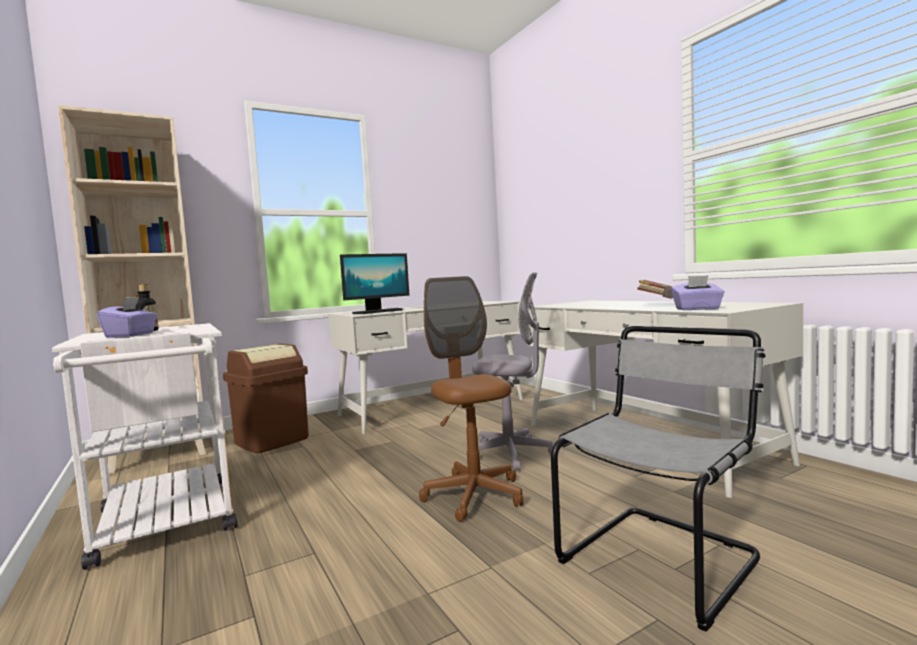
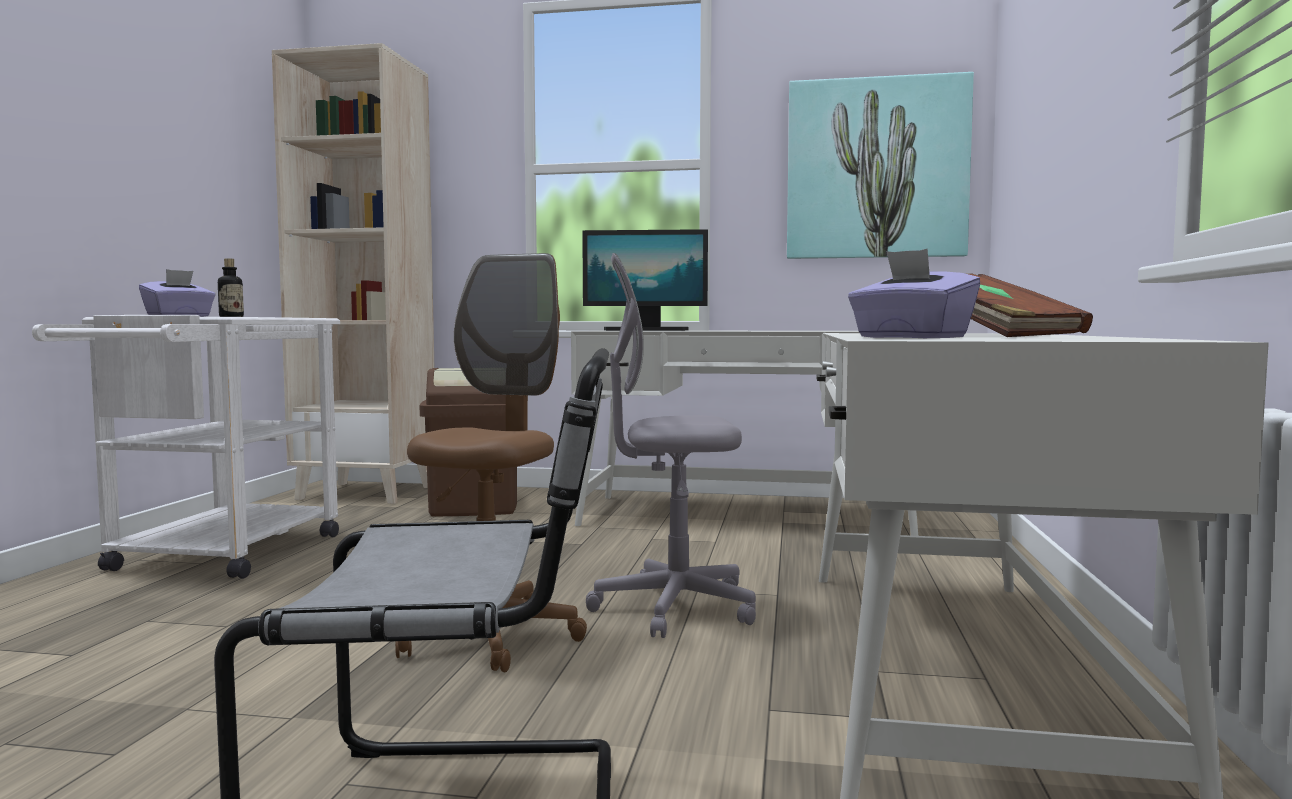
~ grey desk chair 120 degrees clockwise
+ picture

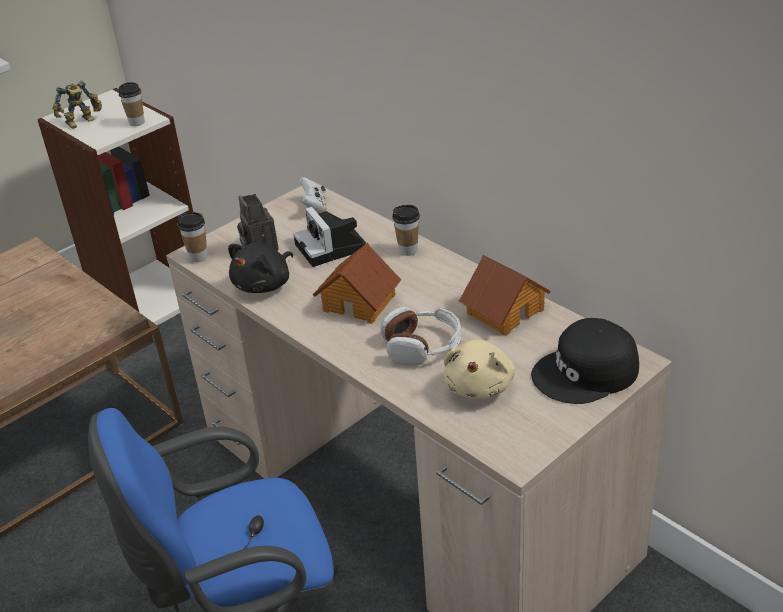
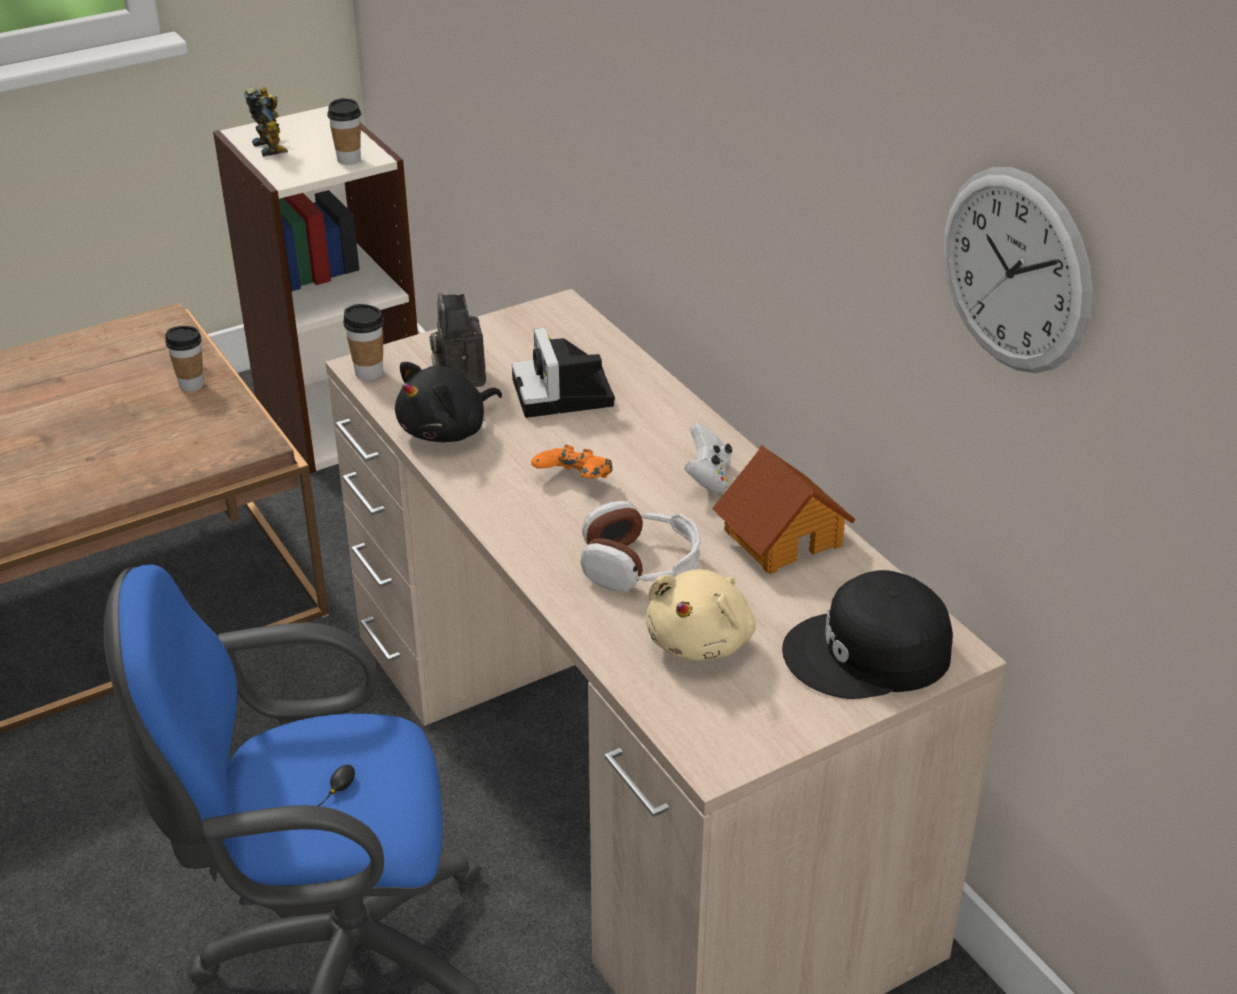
~ cup (no. 3 from left in the first image) to cup (no. 1 from left)
~ toy robot 90 degrees counterclockwise
~ model house (no. 1 from left) to orange game controller
~ whitish game controller
+ hanging clock

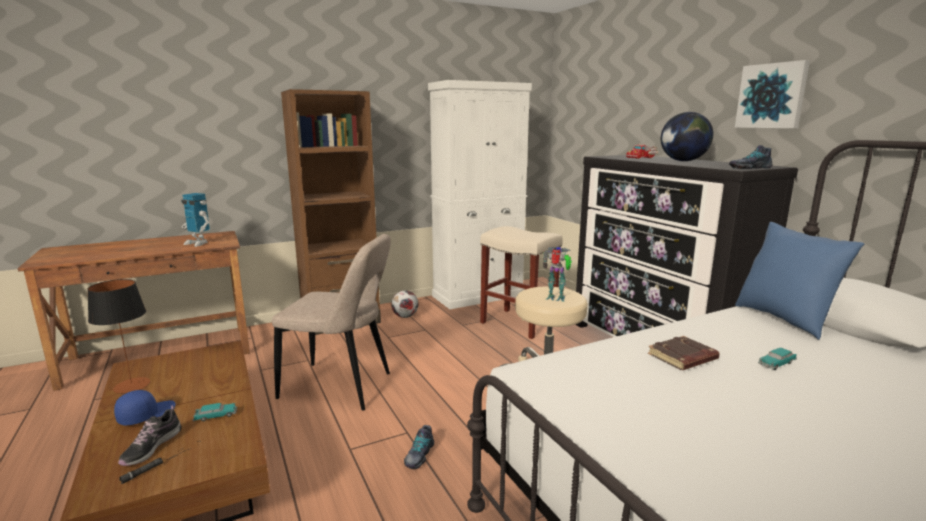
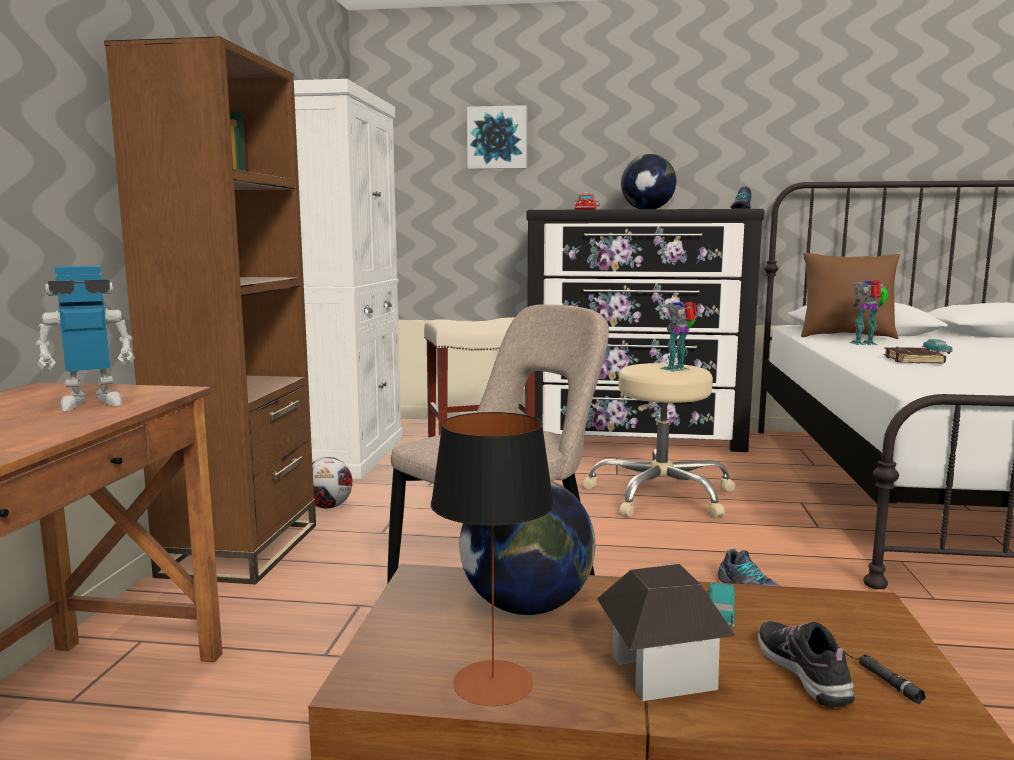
+ world globe (no. 1 from left)
~ picture
~ blue-coloured cap to model house
~ shoe (no. 1 from left in the first image) 150 degrees counterclockwise
~ blue-coloured pillow to brown pillow
+ toy robot (no. 3 from left)

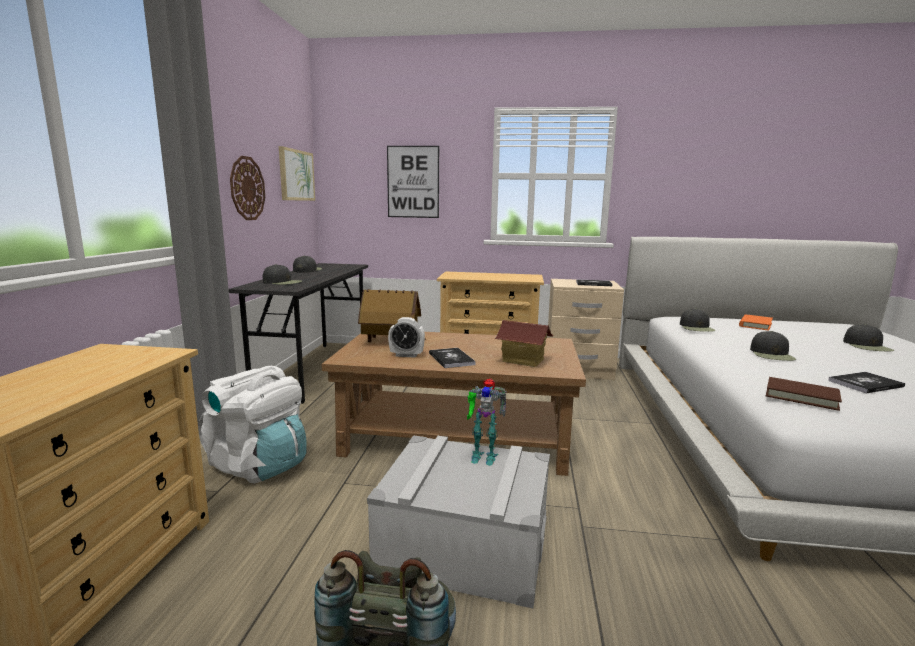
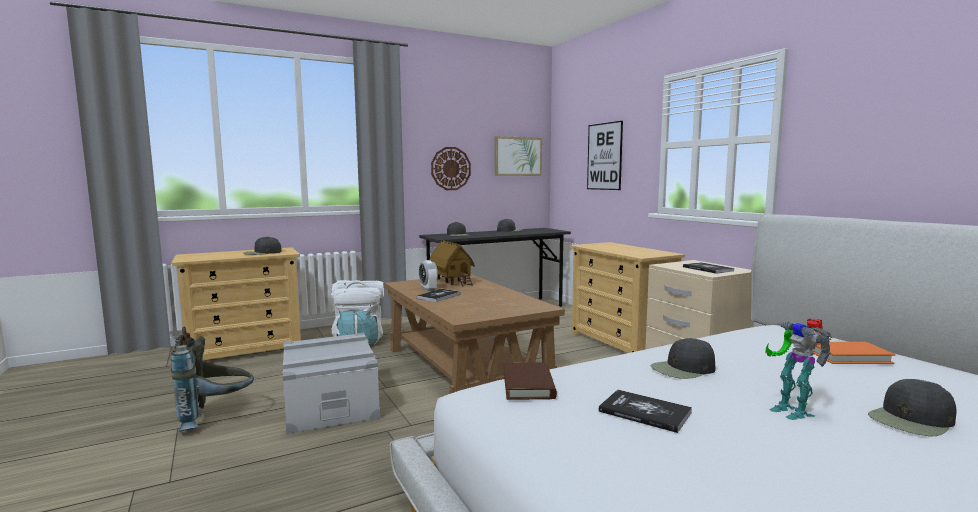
~ blackish cap (no. 3 from left in the first image) to blackish cap (no. 1 from left)
~ toy robot
- model house (no. 2 from left)

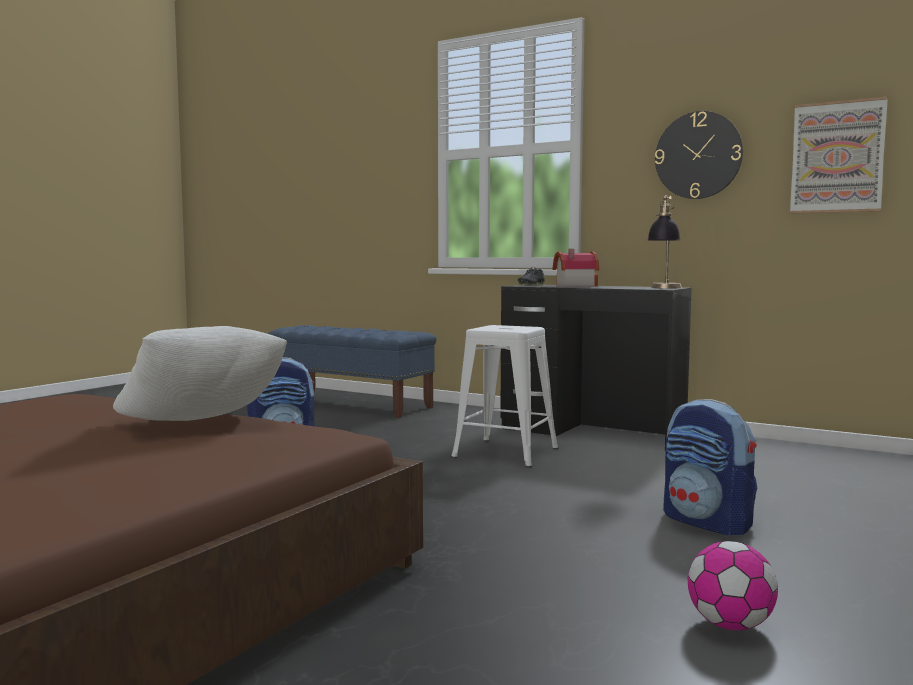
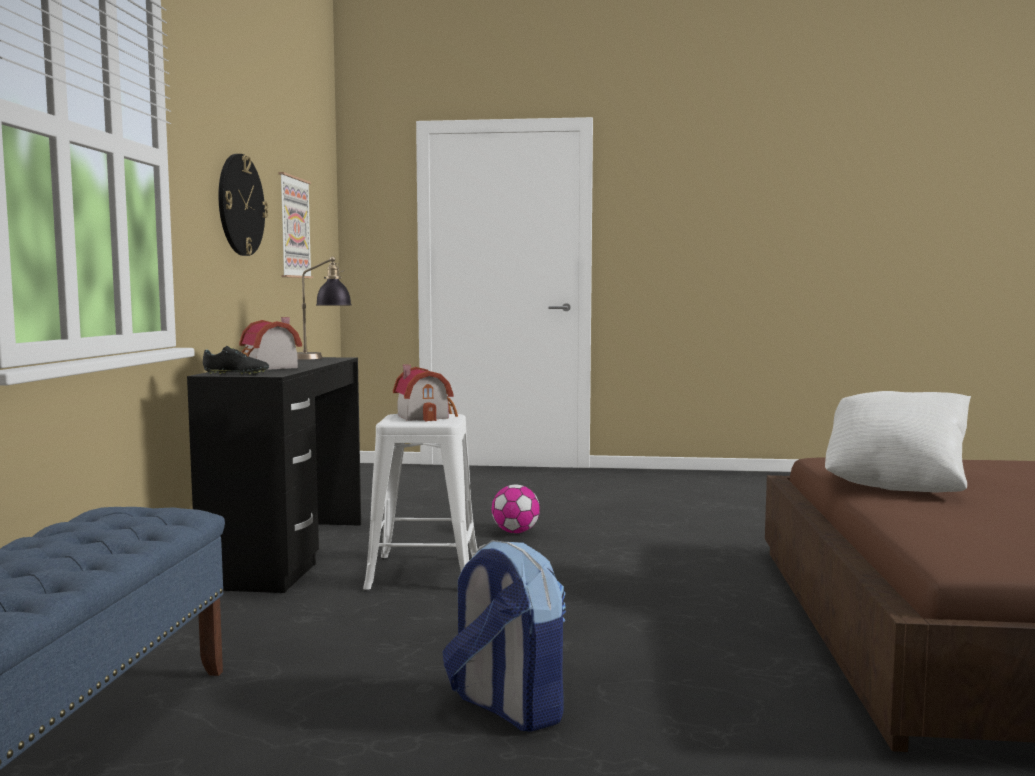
+ model house (no. 2 from left)
~ football ball
- backpack (no. 2 from left)

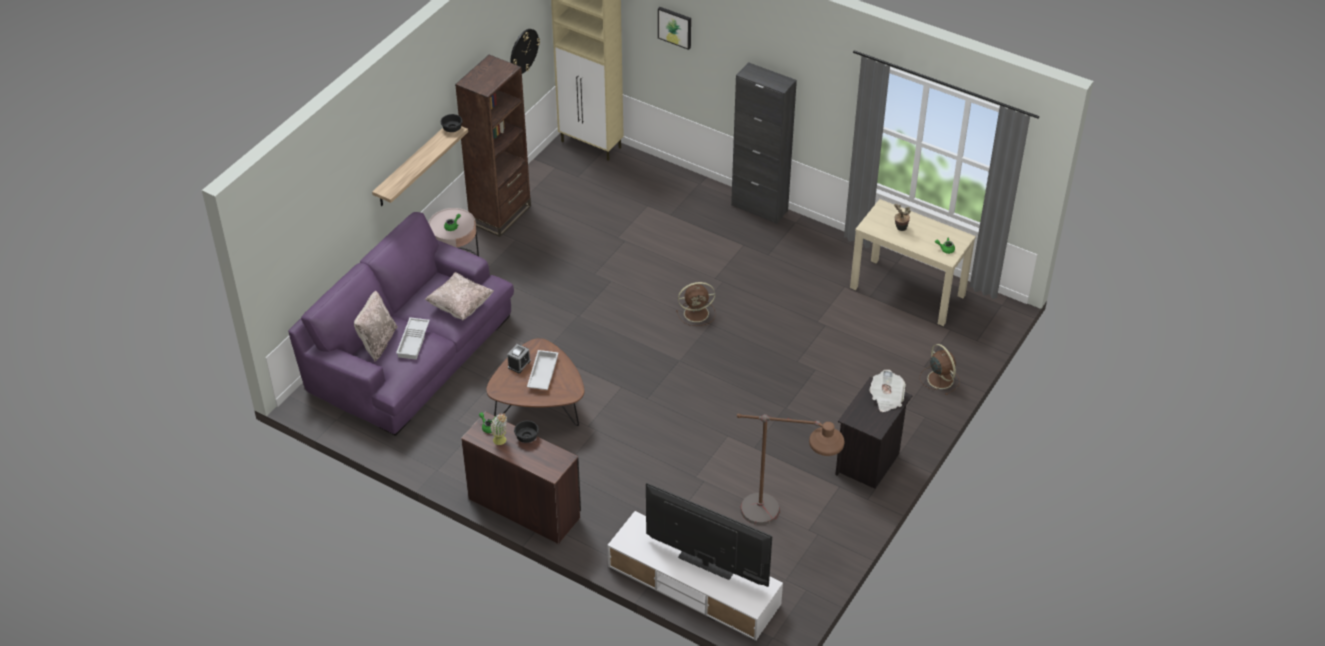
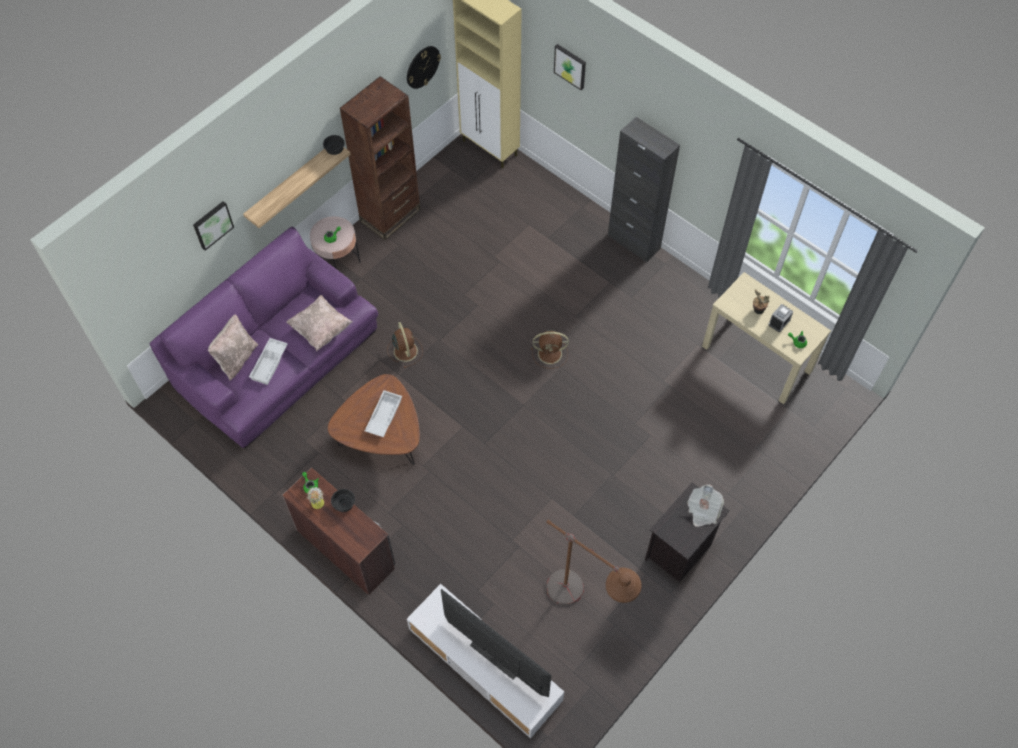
+ picture (no. 1 from left)
~ brown electric fan (no. 2 from left in the first image) to brown electric fan (no. 1 from left)
~ bedside clock

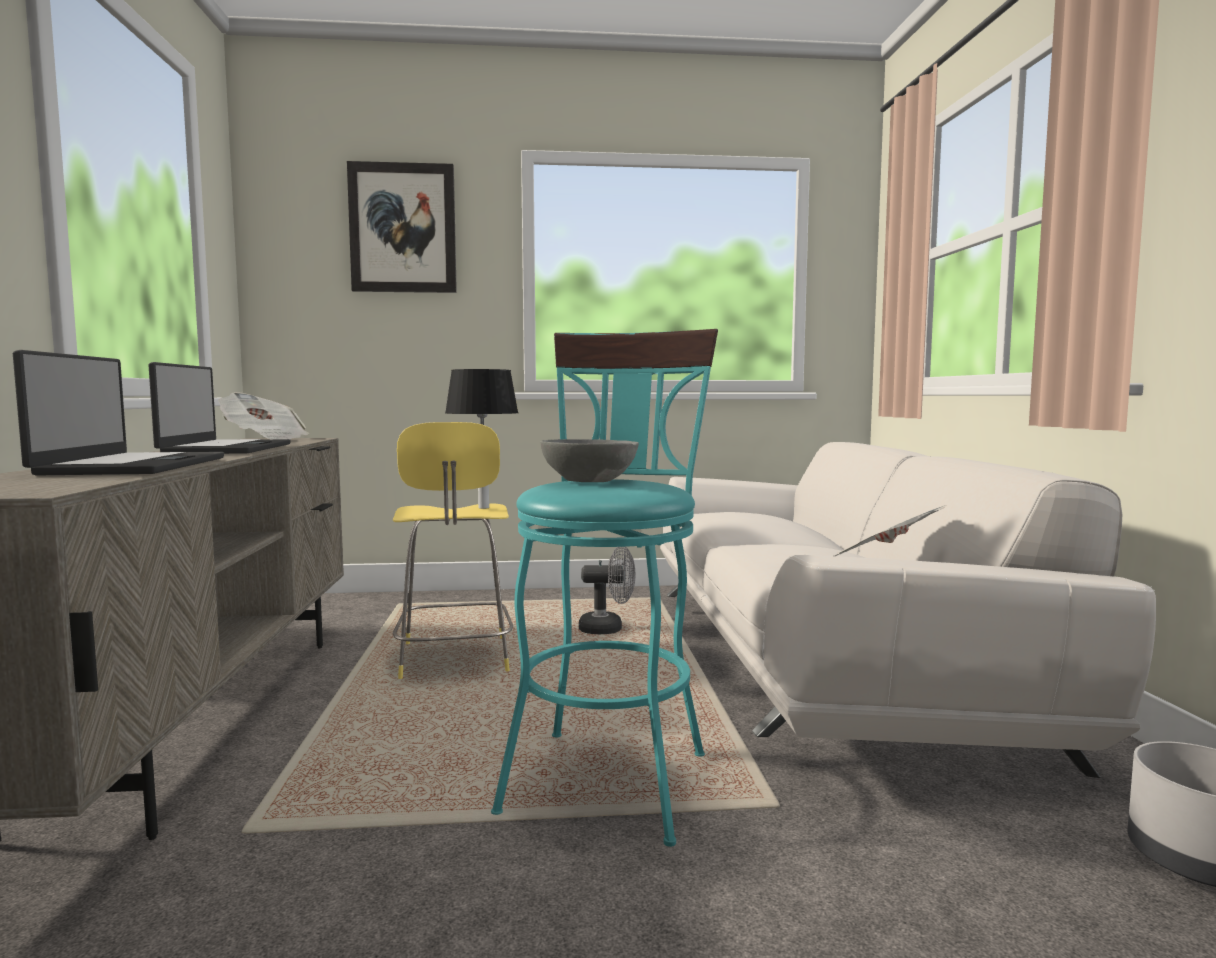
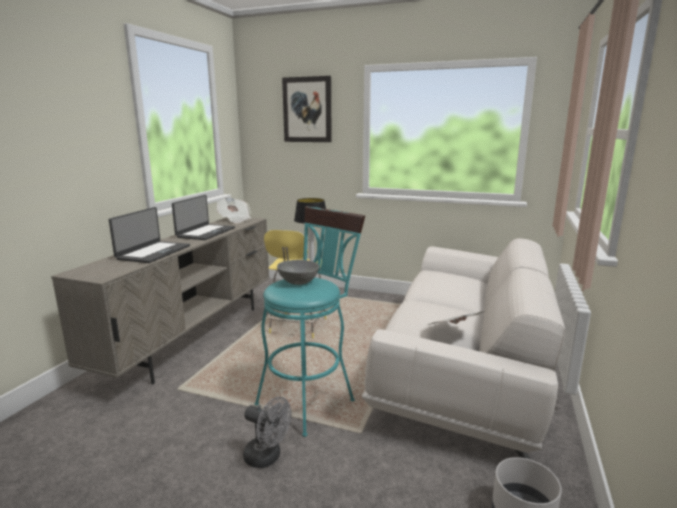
~ grey electric fan

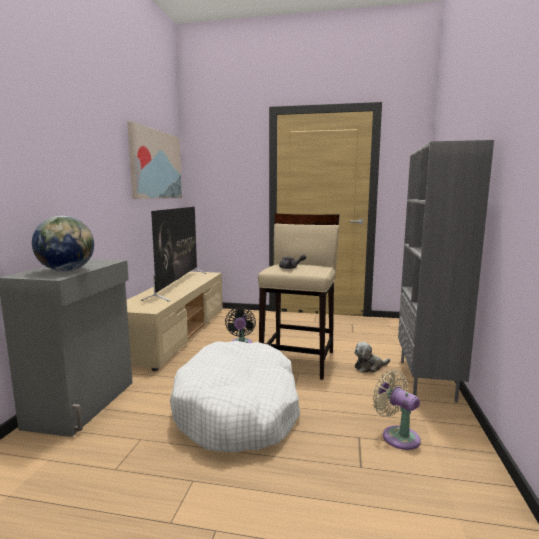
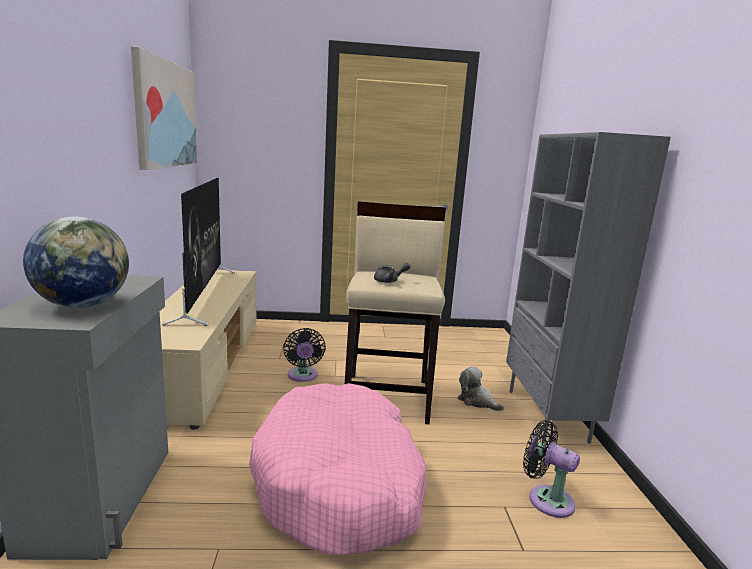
~ whitish dog bed to pink-coloured dog bed
~ plush toy 75 degrees clockwise
~ beige electric fan to blackish electric fan (no. 2 from left)

